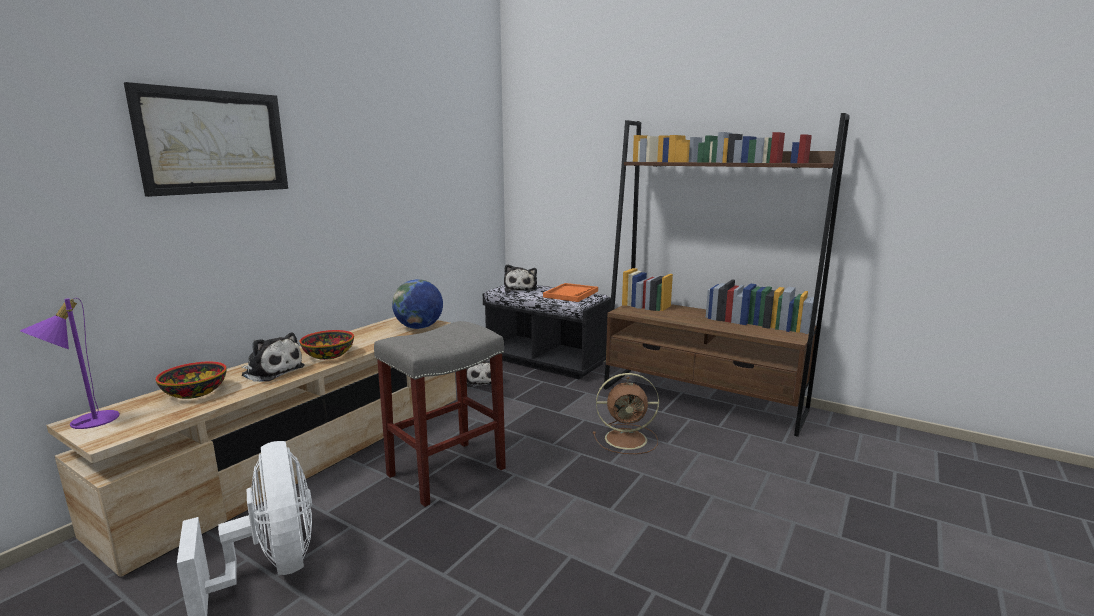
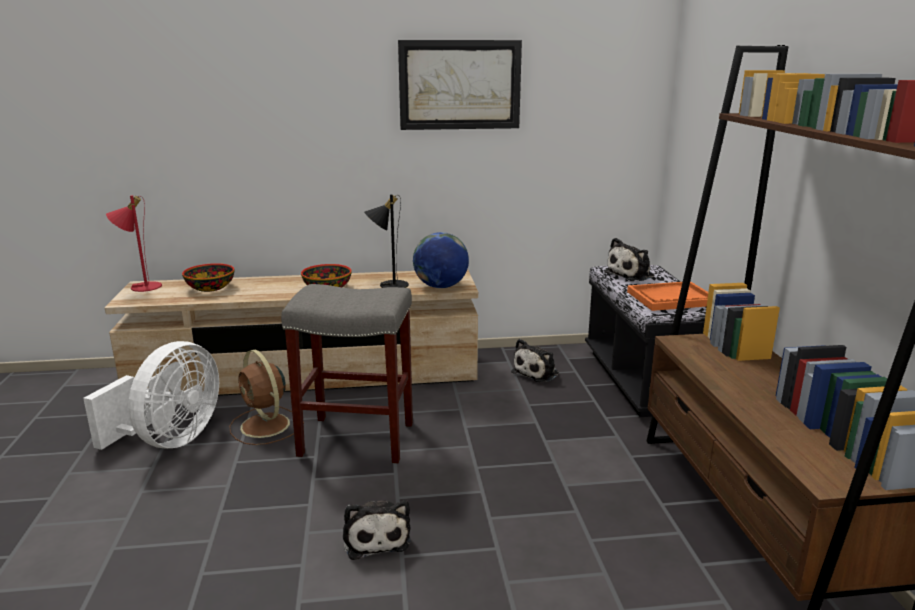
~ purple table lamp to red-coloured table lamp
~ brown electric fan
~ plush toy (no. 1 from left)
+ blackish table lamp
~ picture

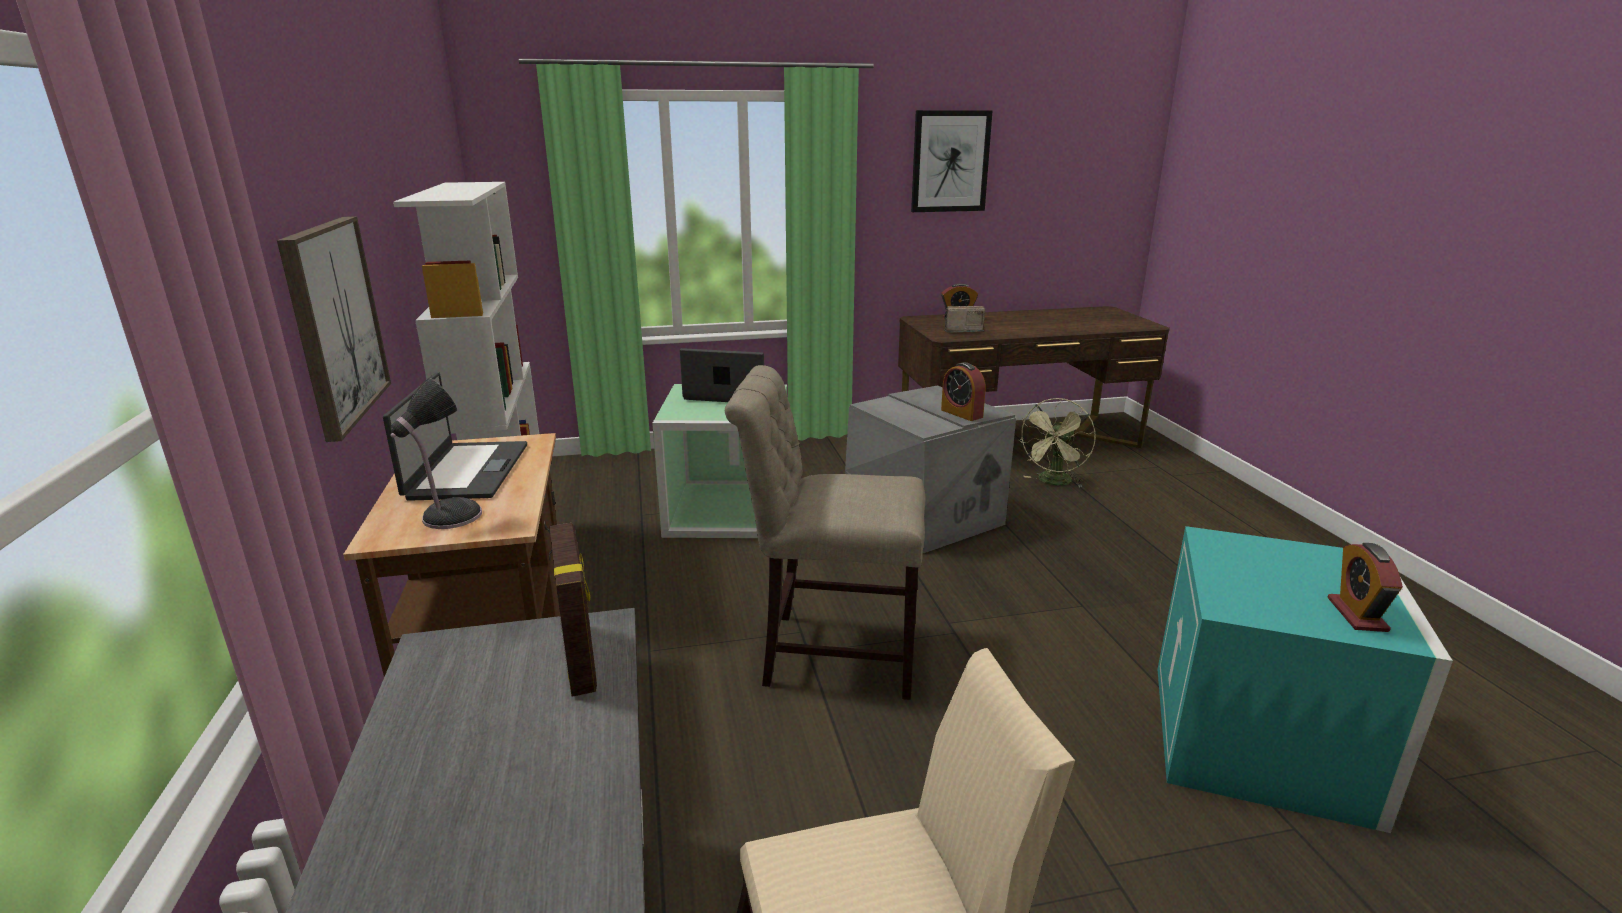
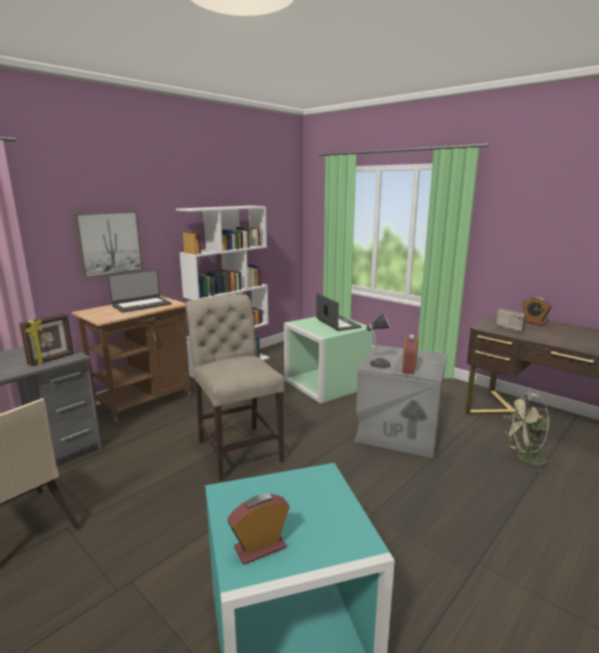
~ table lamp
- picture (no. 2 from left)

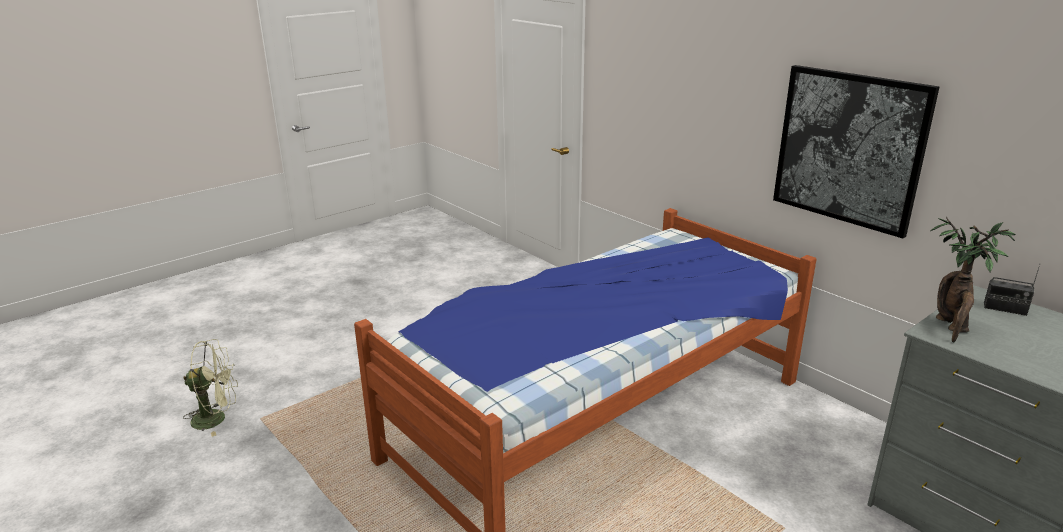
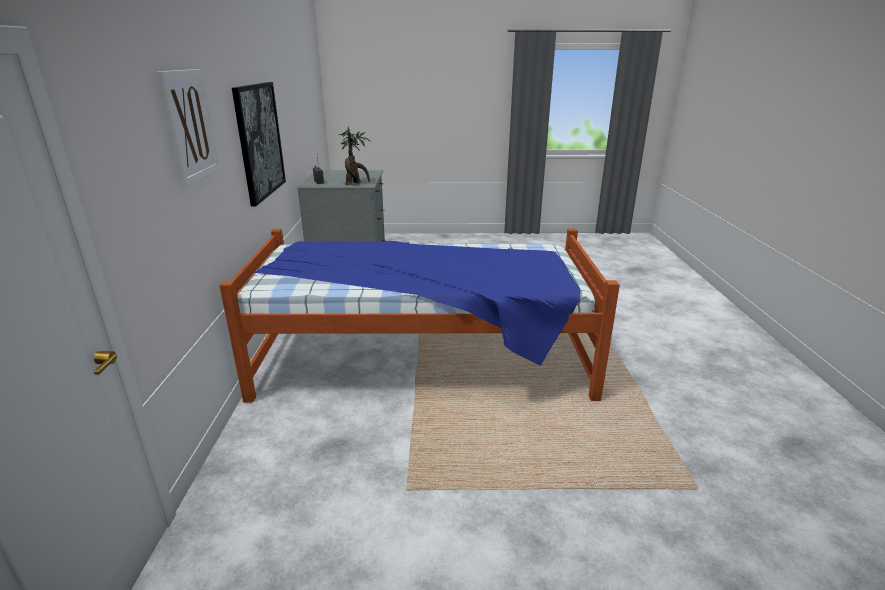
+ picture (no. 1 from left)
- green-coloured electric fan

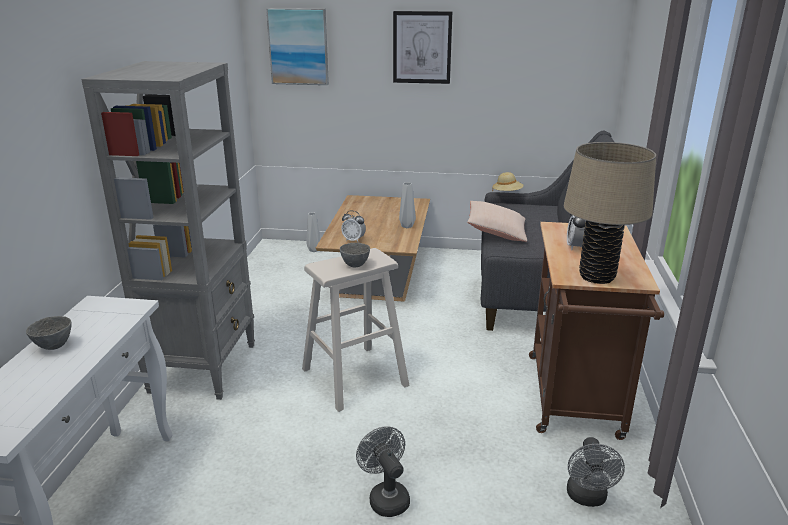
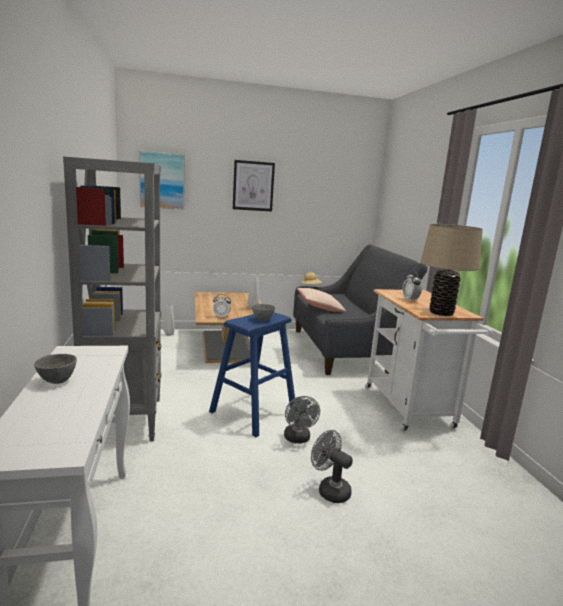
~ beige stool to blue-coloured stool
~ grey electric fan (no. 2 from left in the first image) to grey electric fan (no. 1 from left)
~ brown trolley to whitish trolley

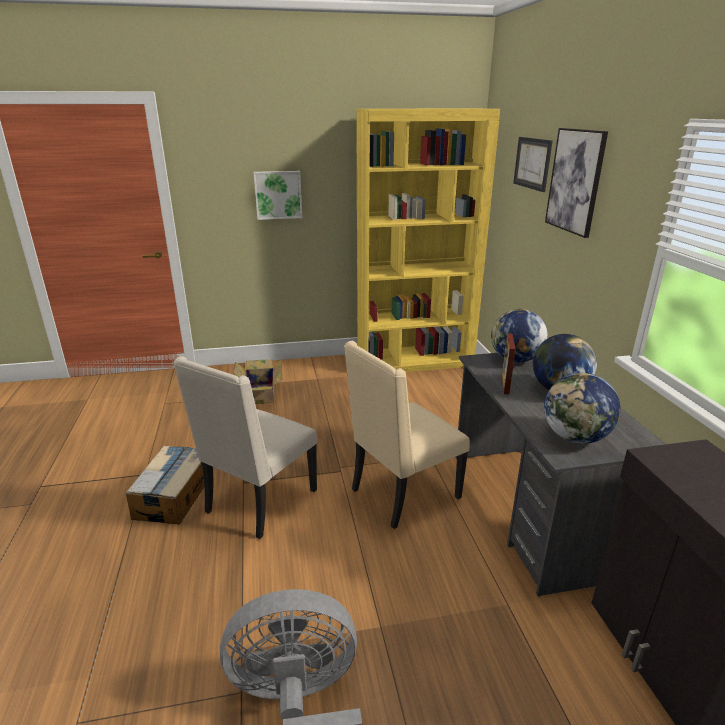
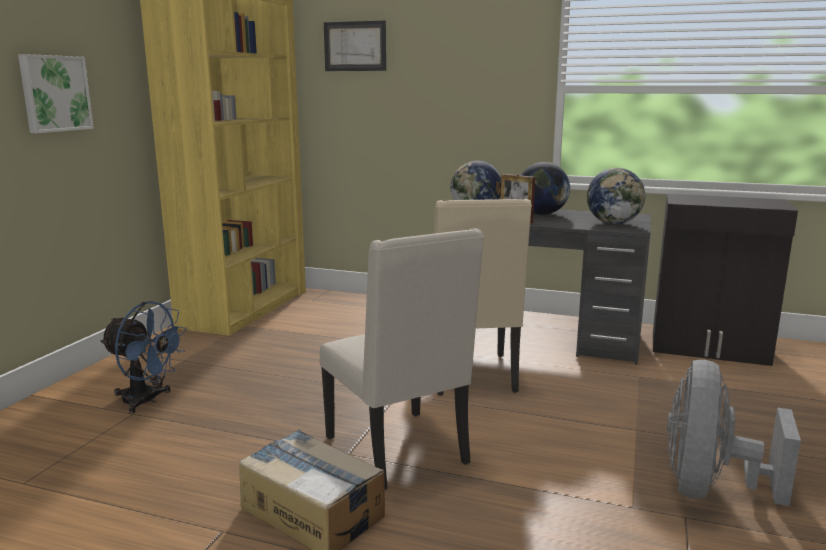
~ carton (no. 2 from left) to blue-coloured electric fan
- picture (no. 3 from left)

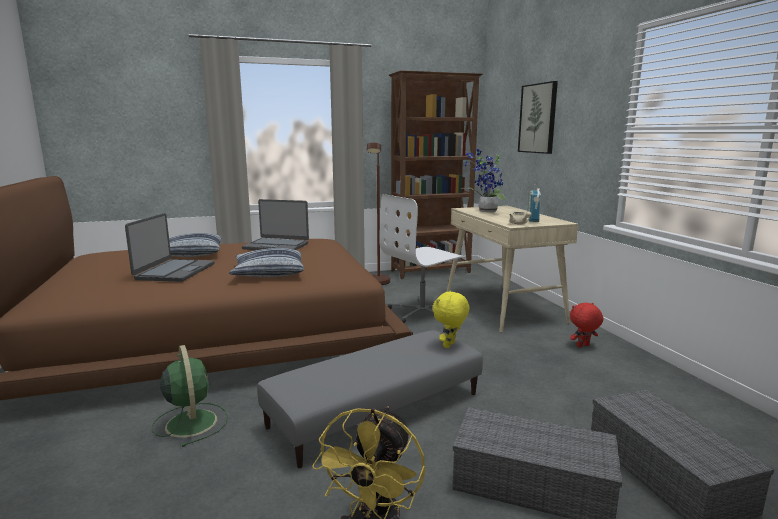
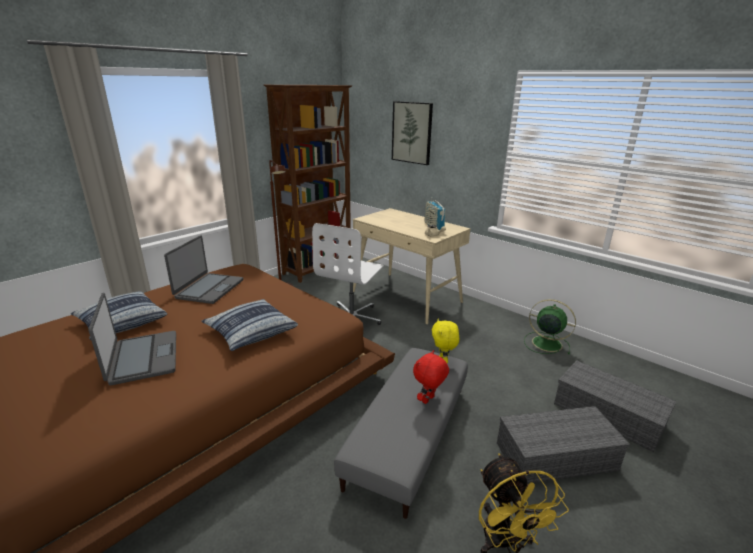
~ notebook computer (no. 2 from left) 60 degrees counterclockwise
~ red-coloured plush toy
~ green-coloured electric fan
- houseplant

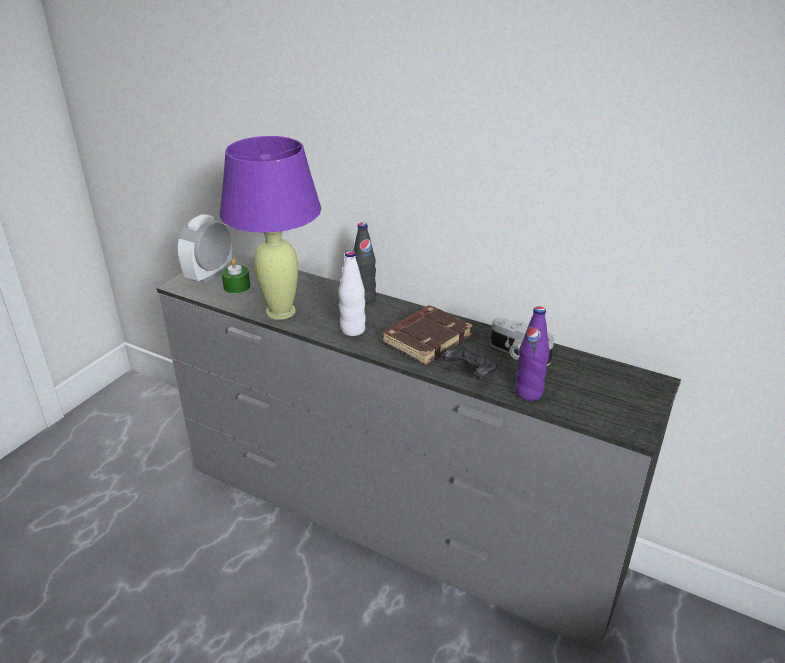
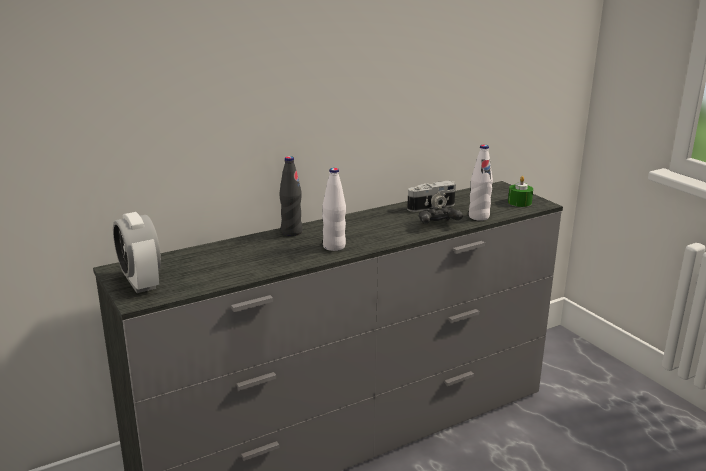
~ purple bottle to whitish bottle (no. 2 from left)
~ green-coloured candle
- purple table lamp
- brown bound book

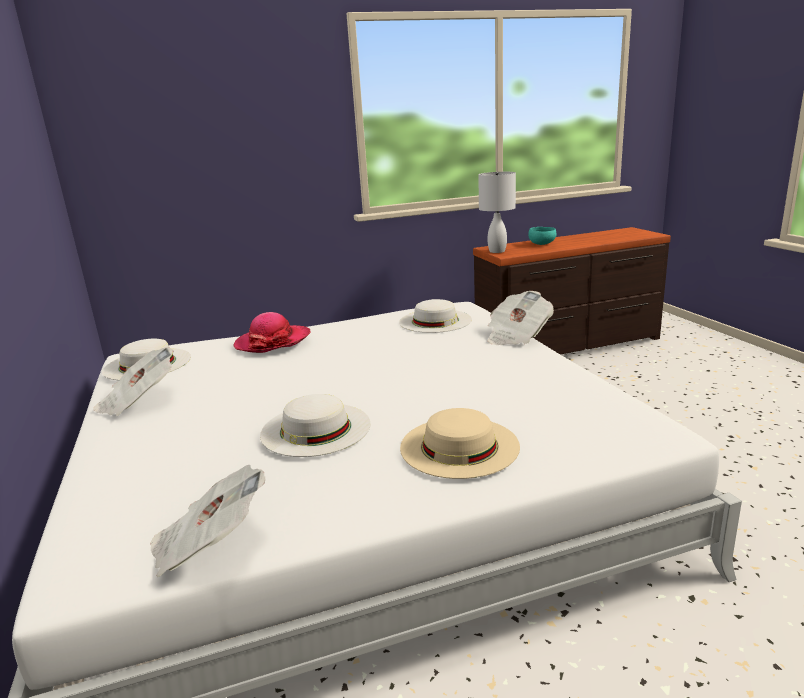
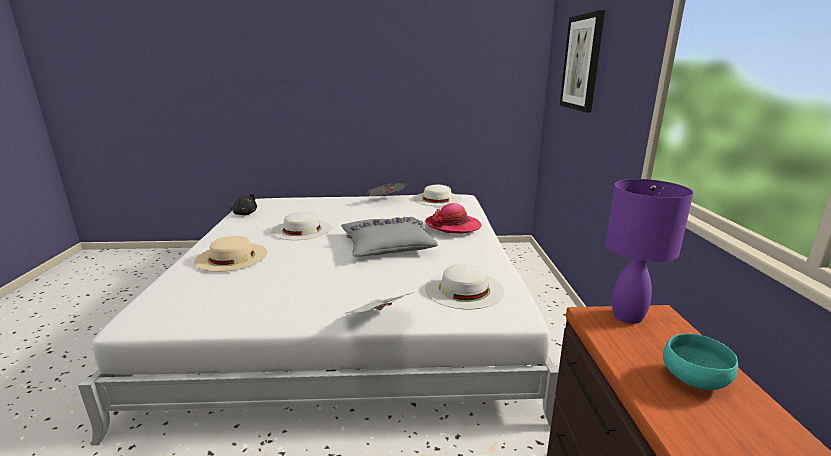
~ printed paper (no. 2 from left) to blackish plush toy
+ grey pillow
+ picture
~ whitish table lamp to purple table lamp

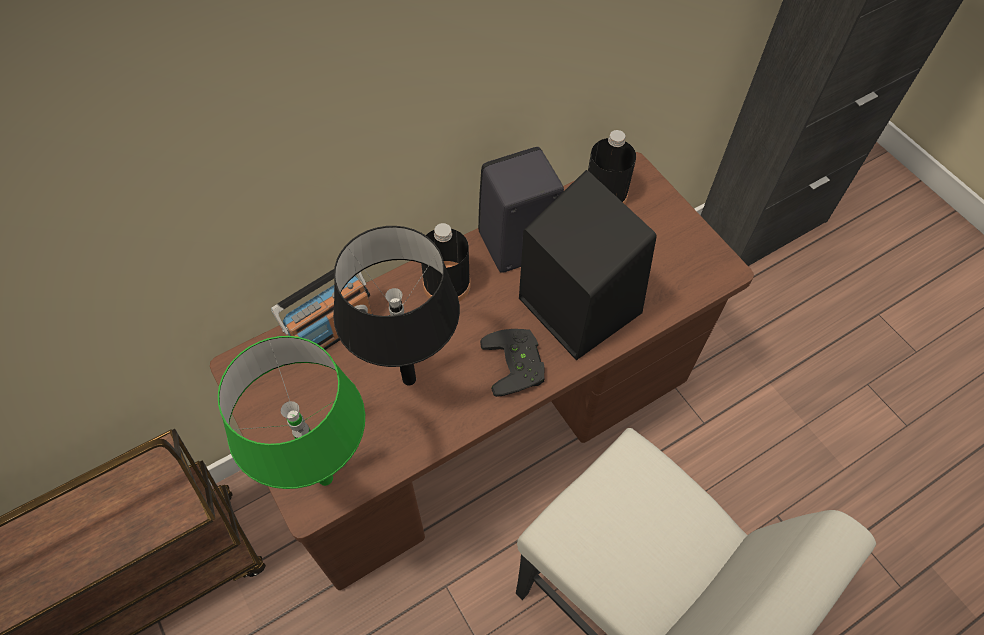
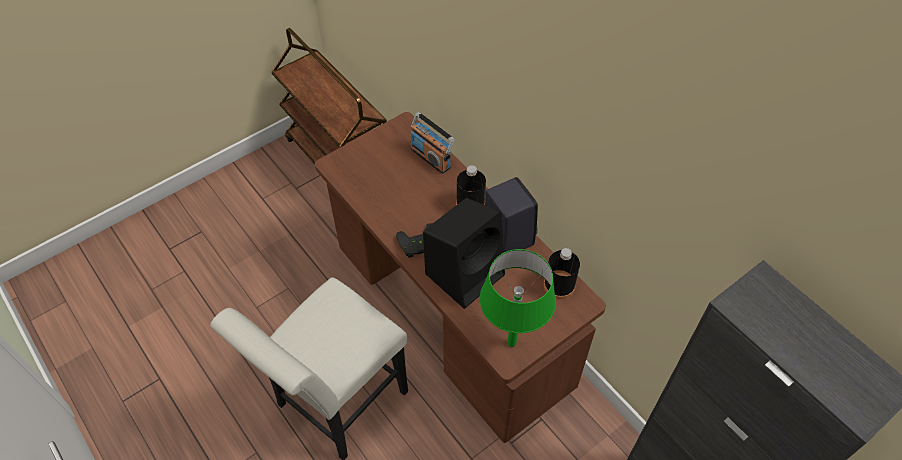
~ green-coloured table lamp
- blackish table lamp

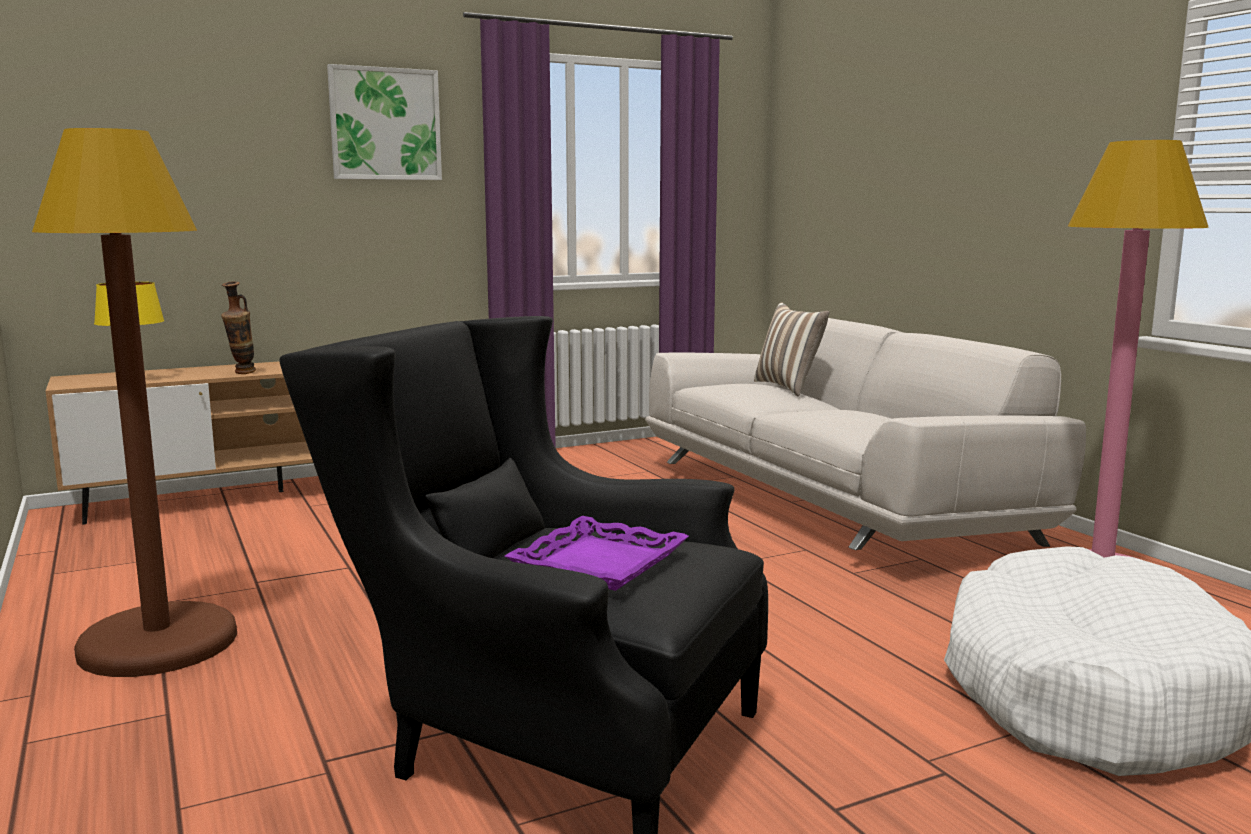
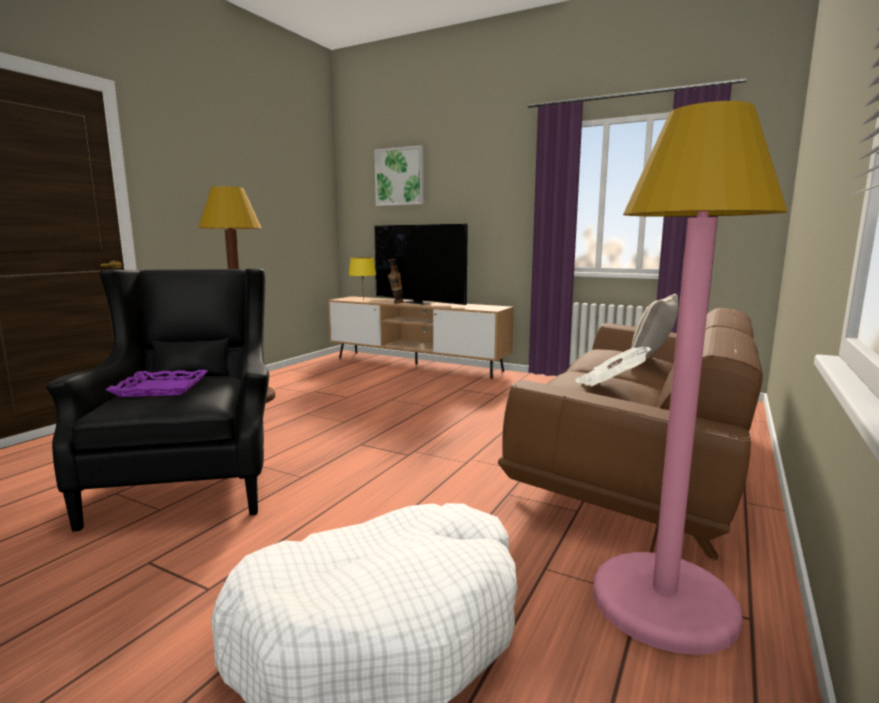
~ picture
+ television
~ whitish settee to brown settee
+ printed paper

